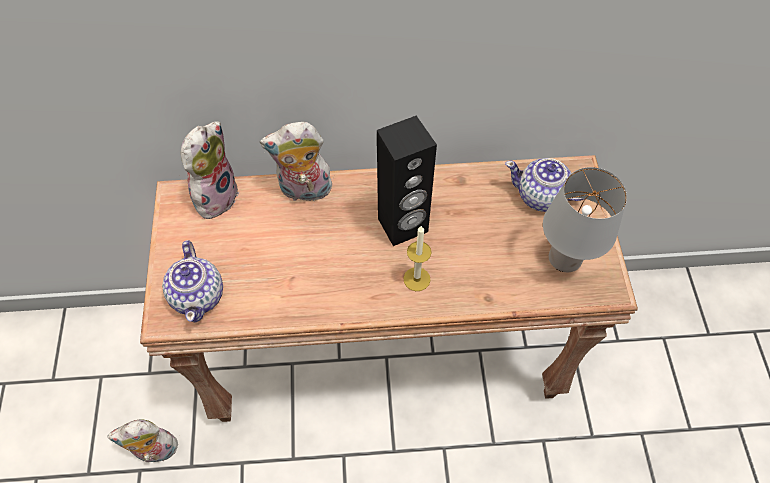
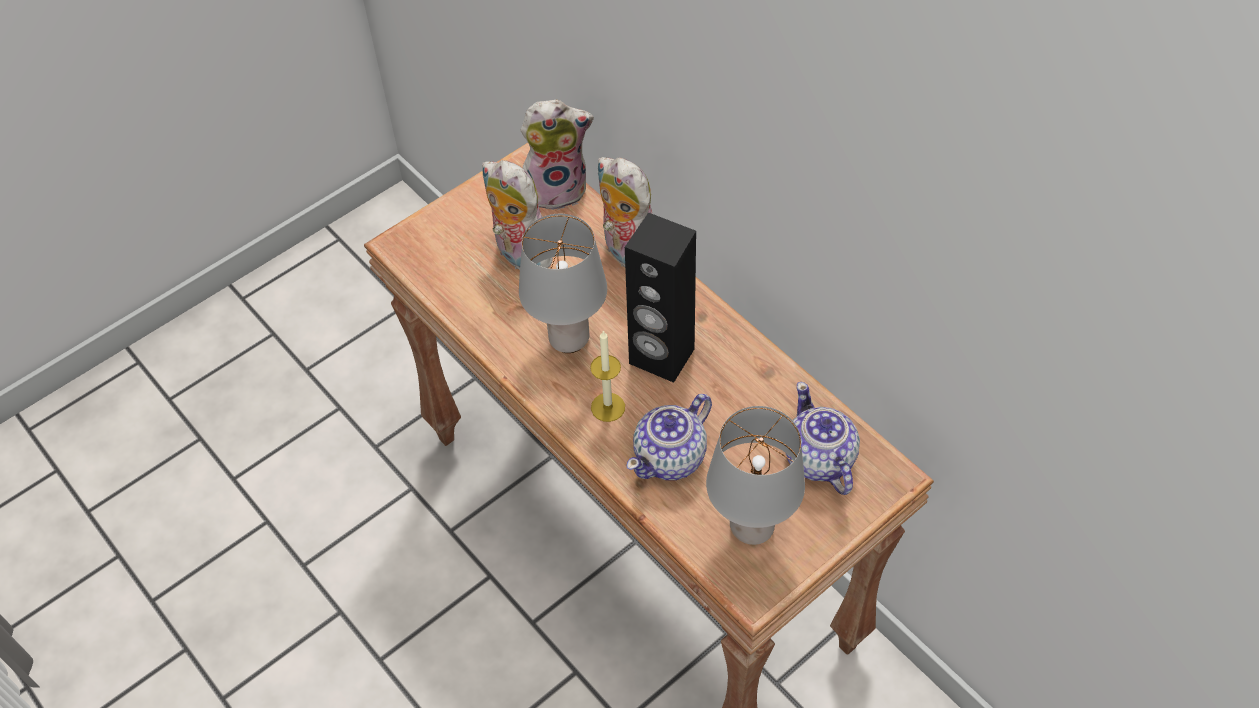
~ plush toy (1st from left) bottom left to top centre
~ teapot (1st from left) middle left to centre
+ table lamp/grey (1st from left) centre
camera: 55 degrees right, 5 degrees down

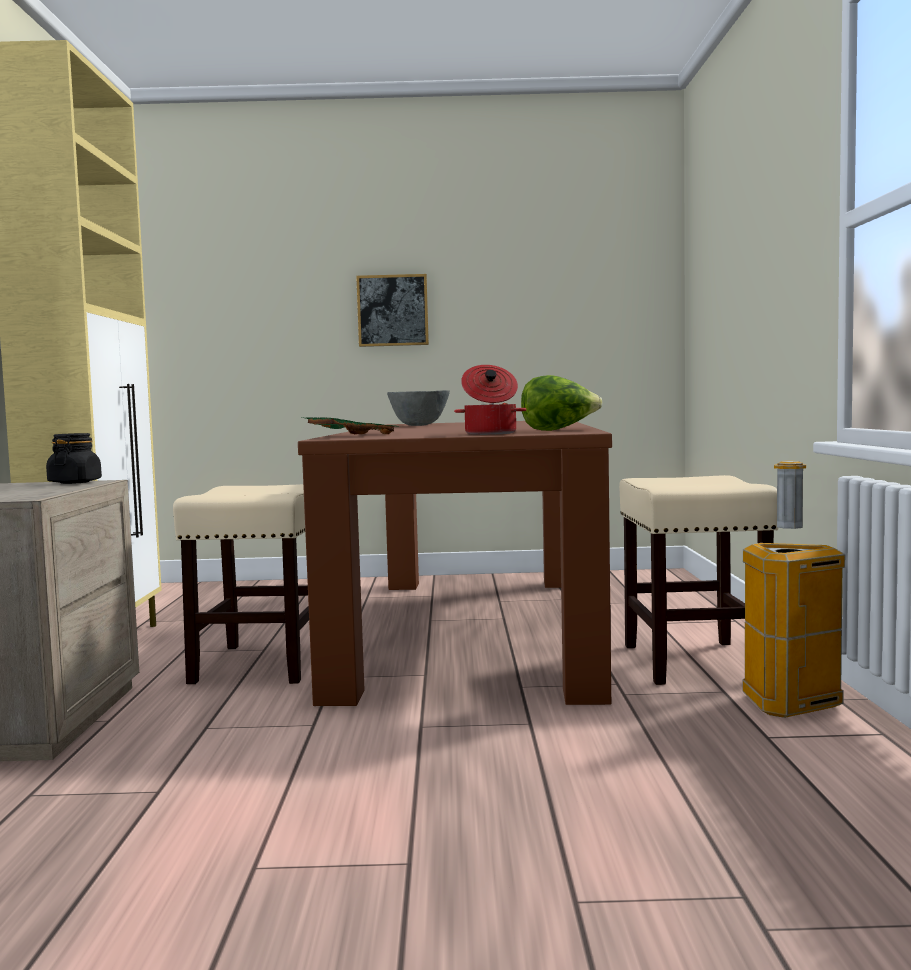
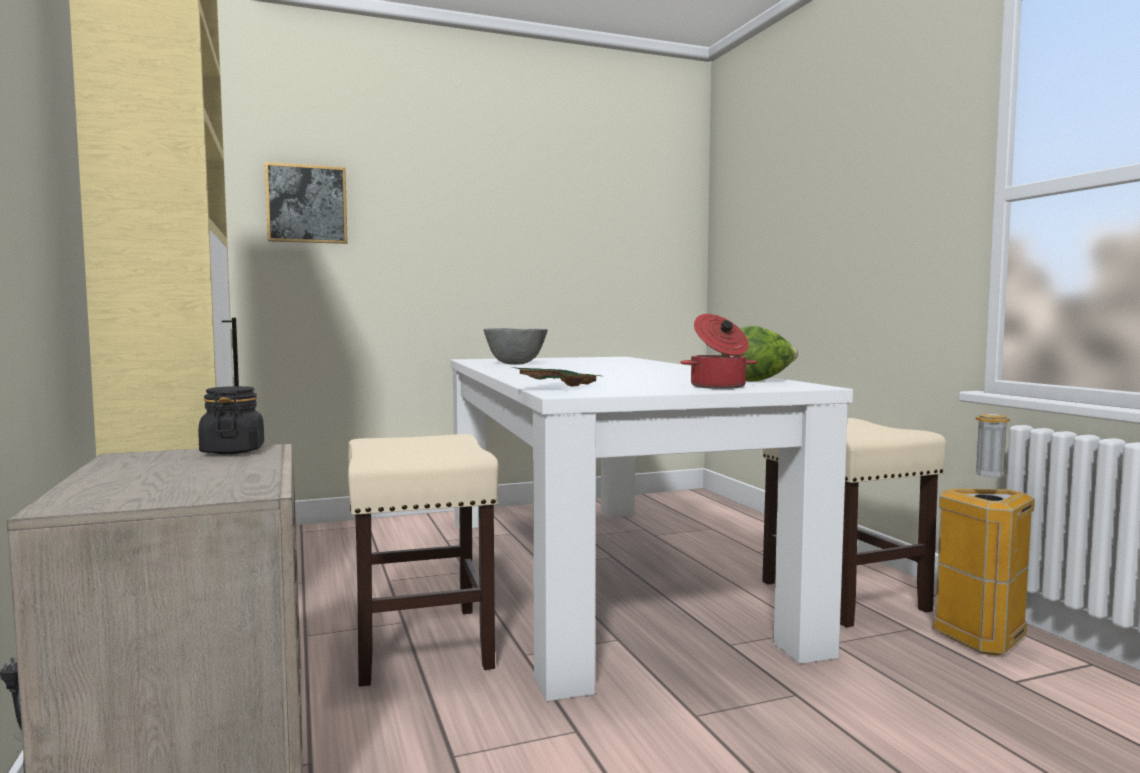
~ dining table/brown centre to dining table/white bottom centre
~ picture top centre to top left
camera: 20 degrees left, 0 degrees up

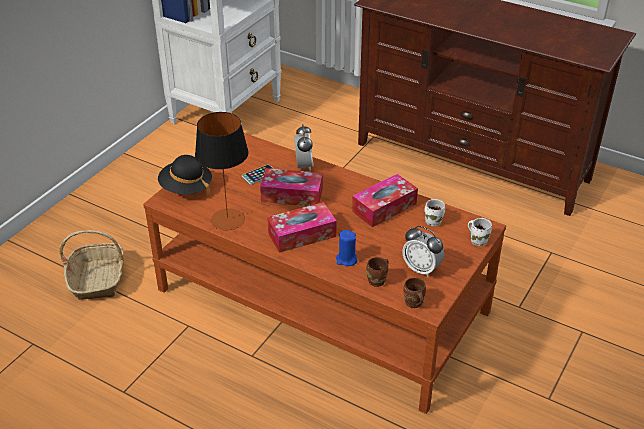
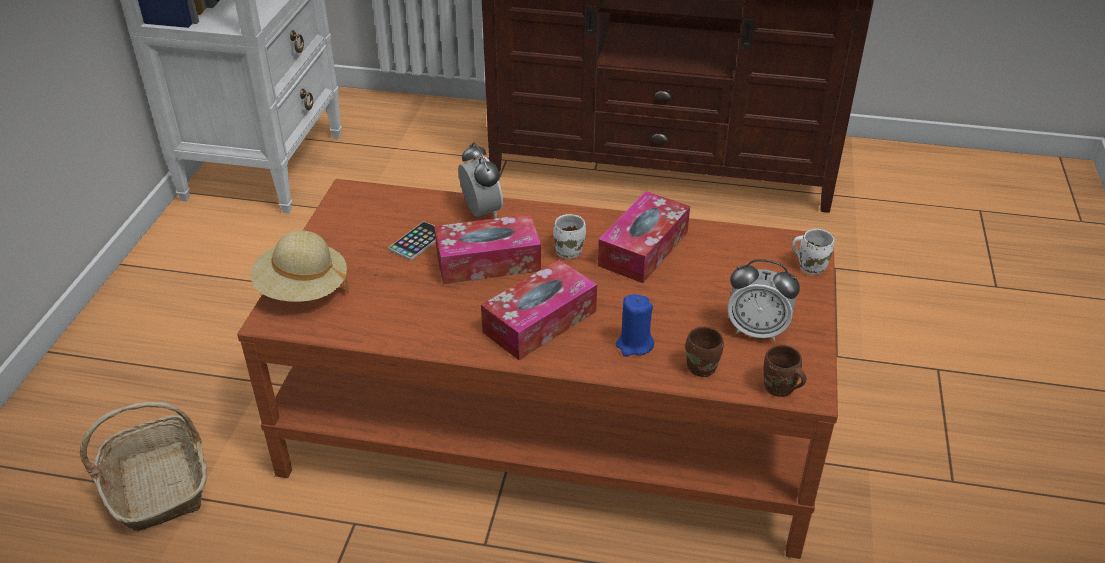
~ hat/black middle left to hat/beige middle left
- table lamp centre
~ mug/white (1st from left) middle right to centre
camera: 20 degrees left, 0 degrees up

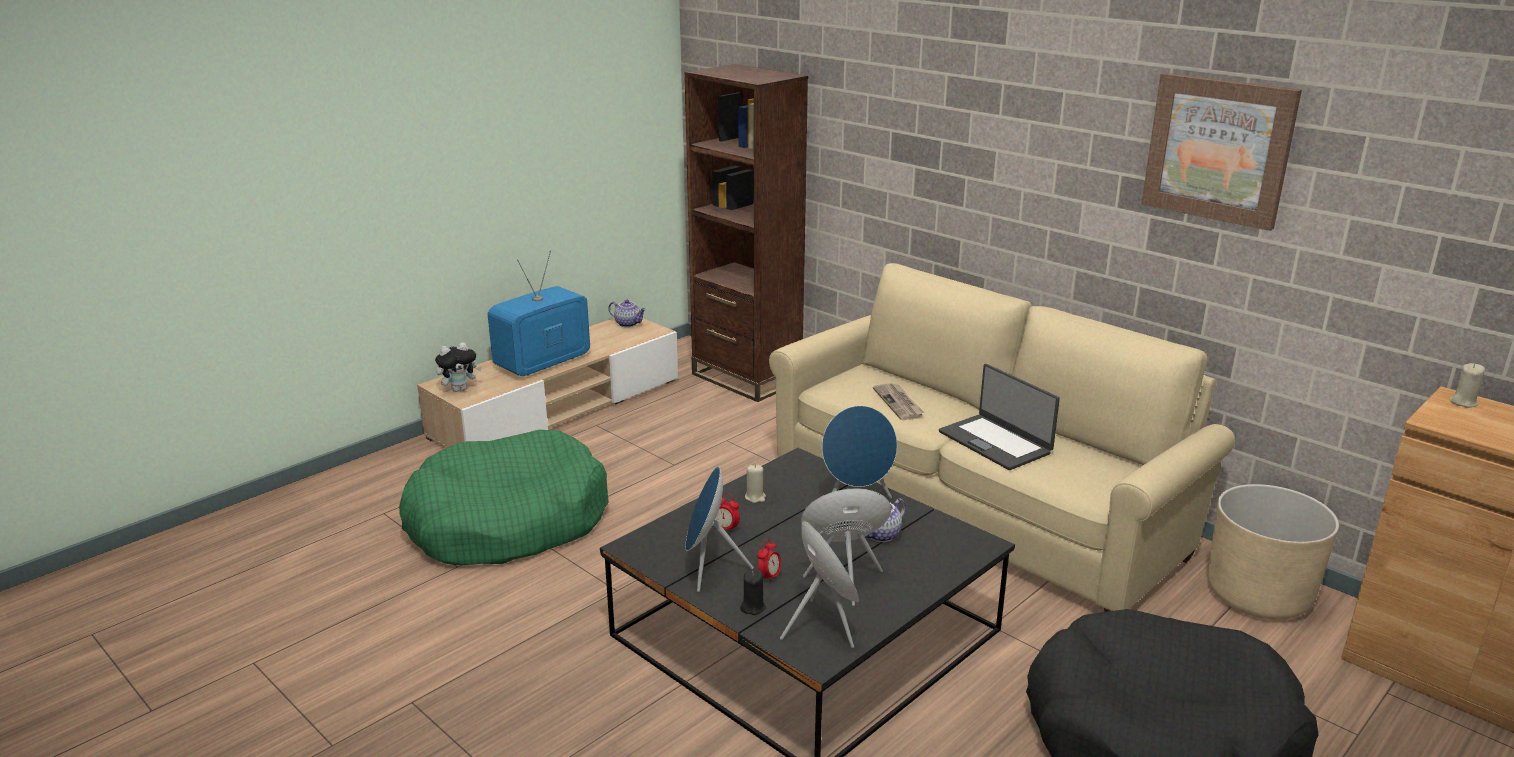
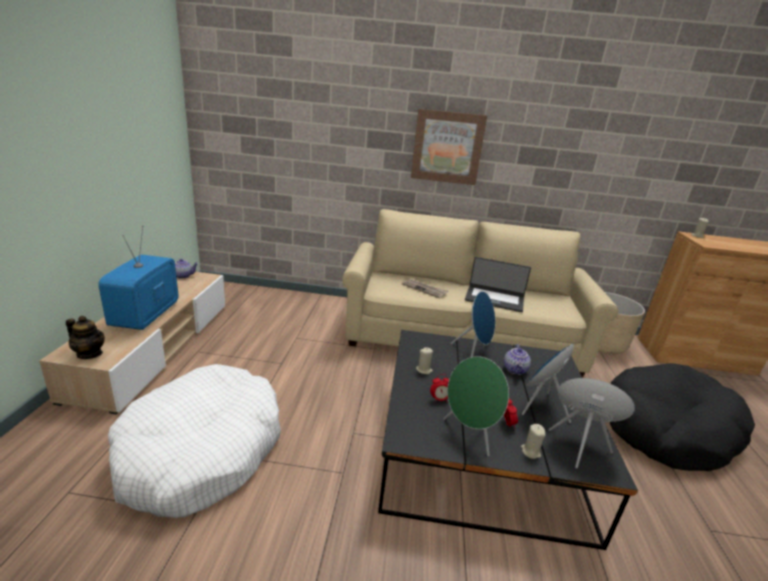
~ dog bed/green middle left to dog bed/white bottom left
~ plush toy middle left to teapot (1st from left) middle left
- bookcase/brown top centre
~ speaker/blue (1st from left) bottom centre to speaker/green bottom centre
~ candle/black bottom centre to candle/beige (2nd from left) bottom right
~ picture top right to top centre
camera: 40 degrees left, 0 degrees up

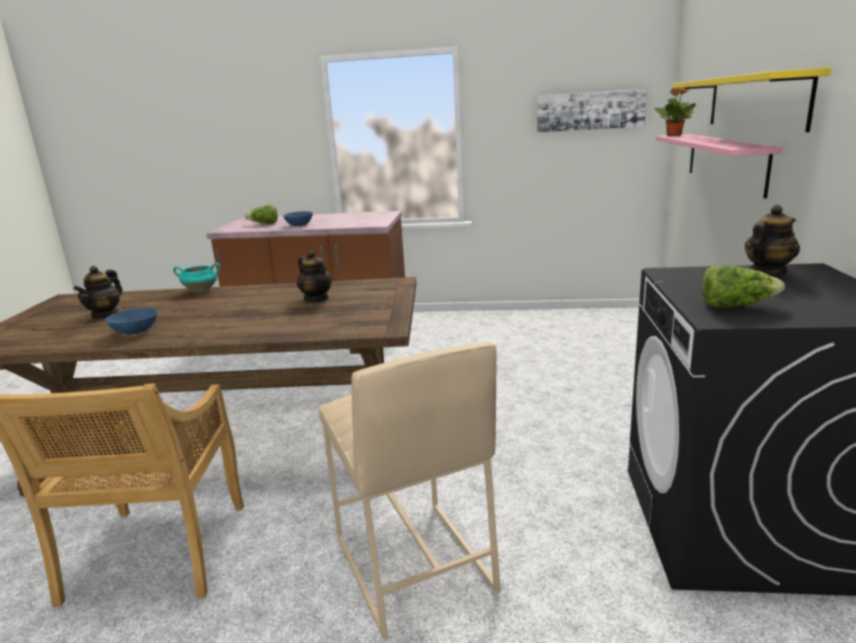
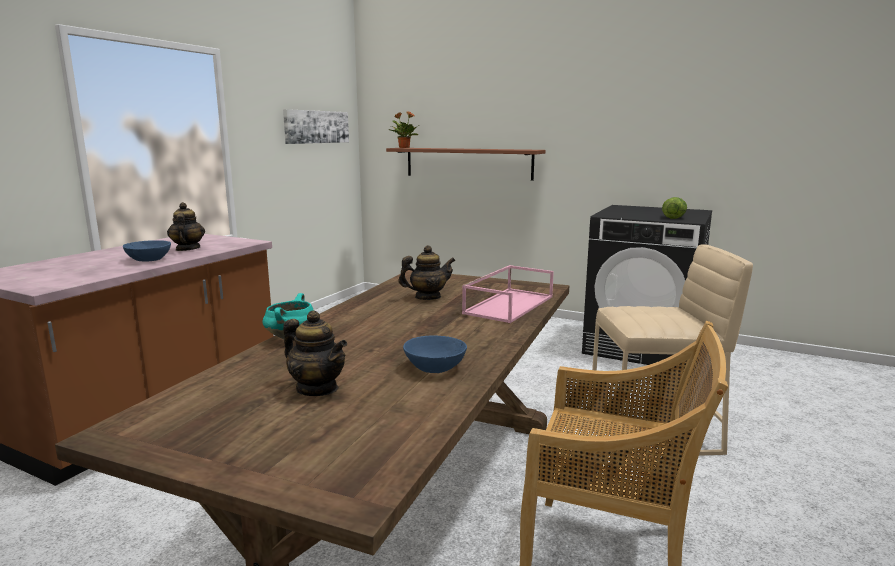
- lettuce (1st from left) top left
~ shelf/pink top right to shelf/brown top centre
- shelf/yellow top right
~ teapot (3rd from left in the first image) middle right to teapot (1st from left) middle left
+ tray/pink centre
camera: 70 degrees left, 5 degrees down

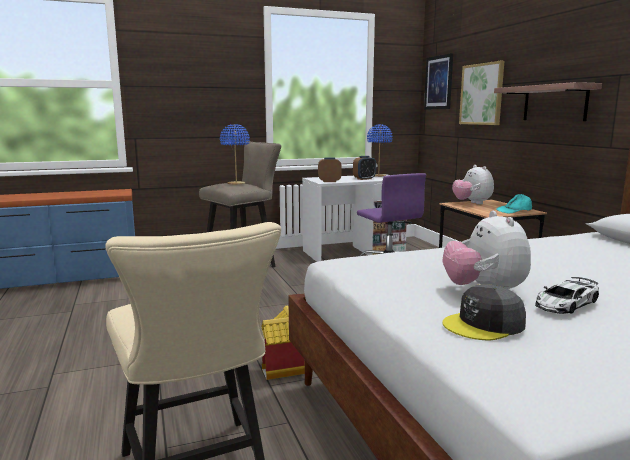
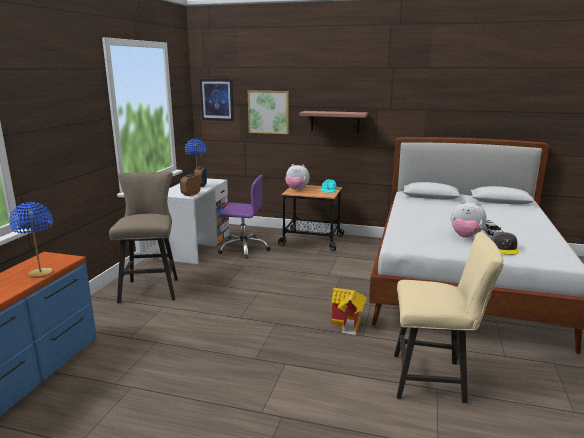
~ table lamp/blue (1st from left) centre to middle left
camera: 55 degrees left, 5 degrees up

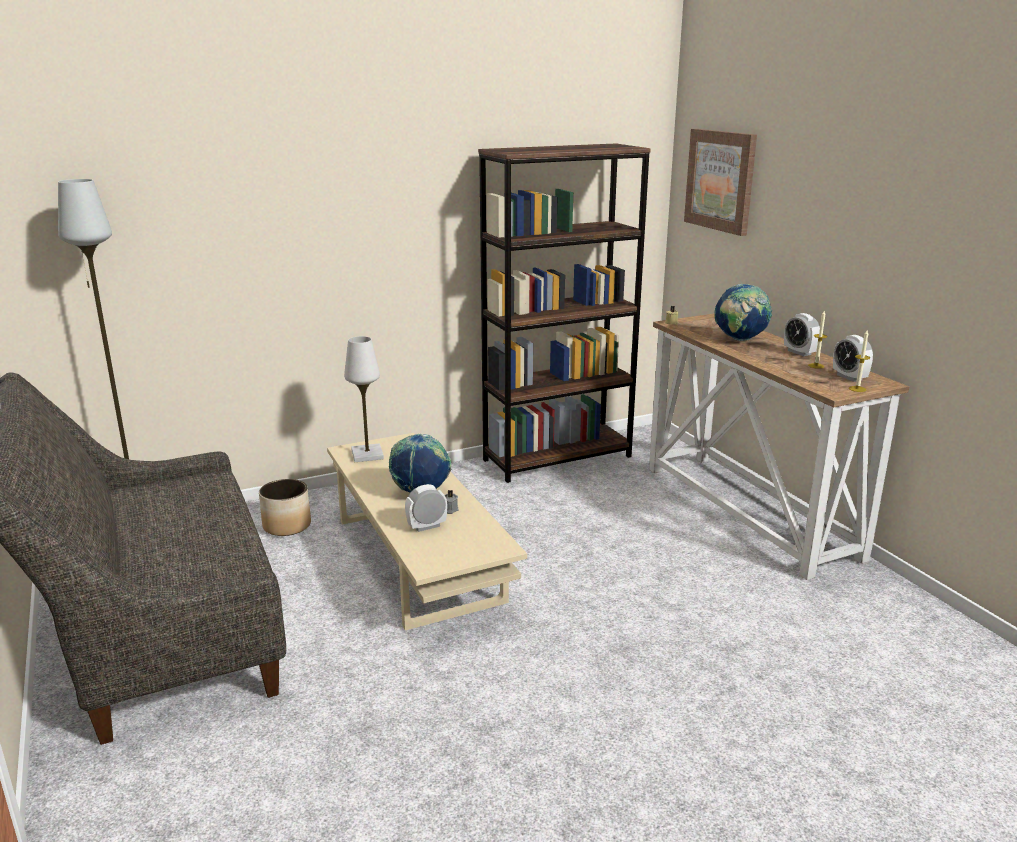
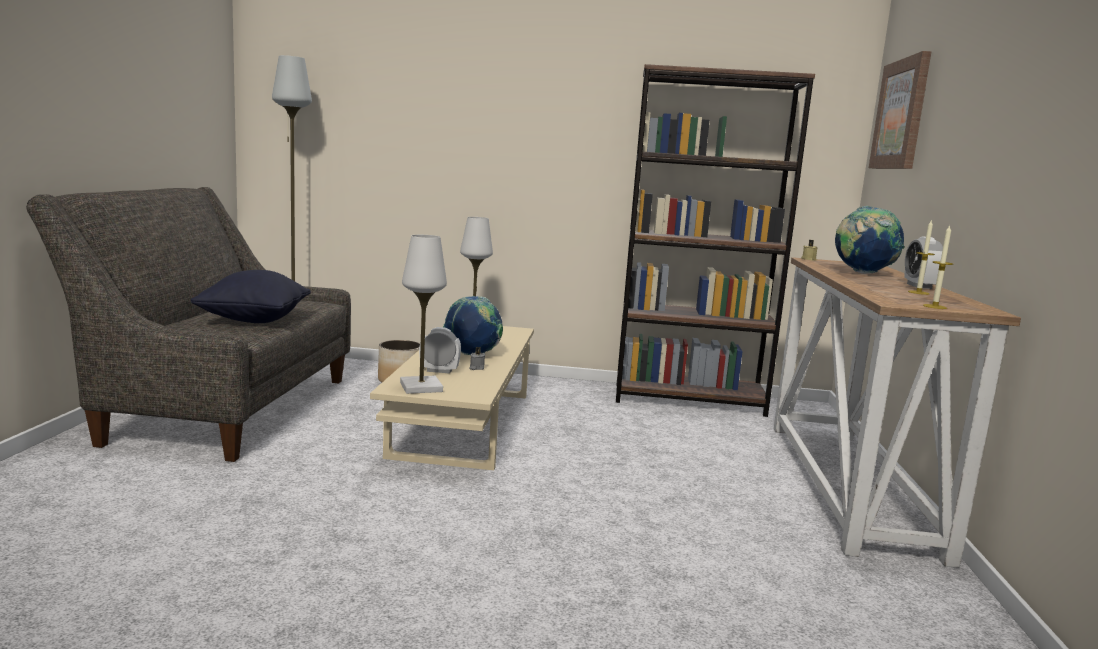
- alarm clock (3rd from left) middle right
+ pillow/black middle left
+ table lamp/white (1st from left) centre
camera: 30 degrees right, 10 degrees down

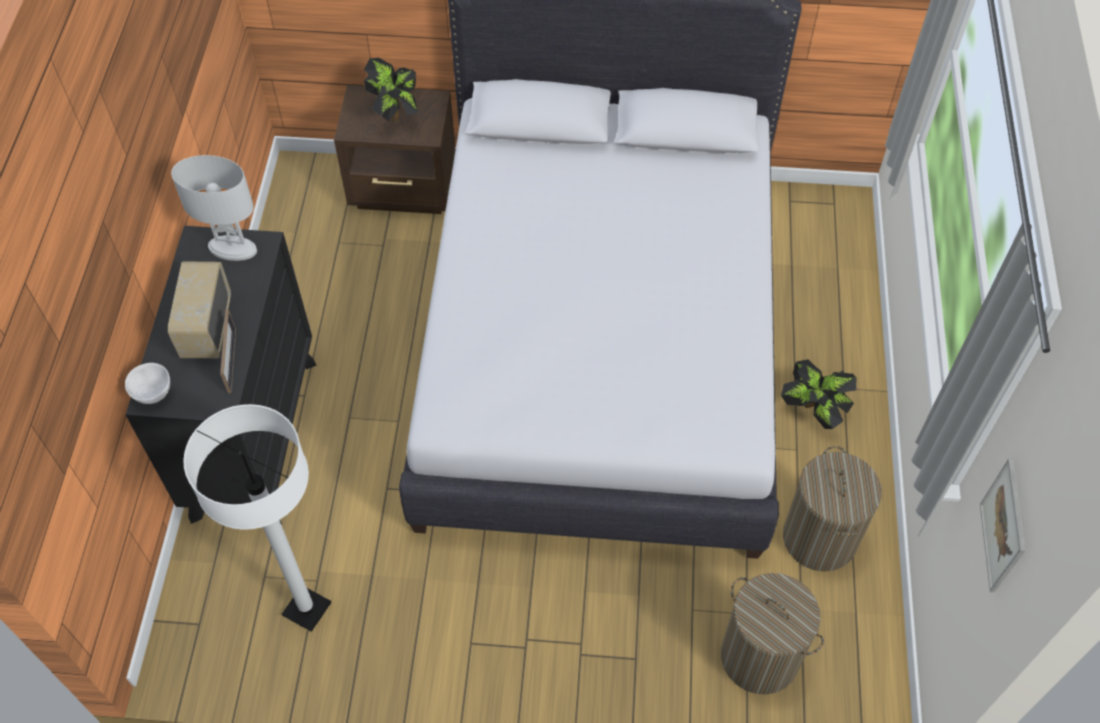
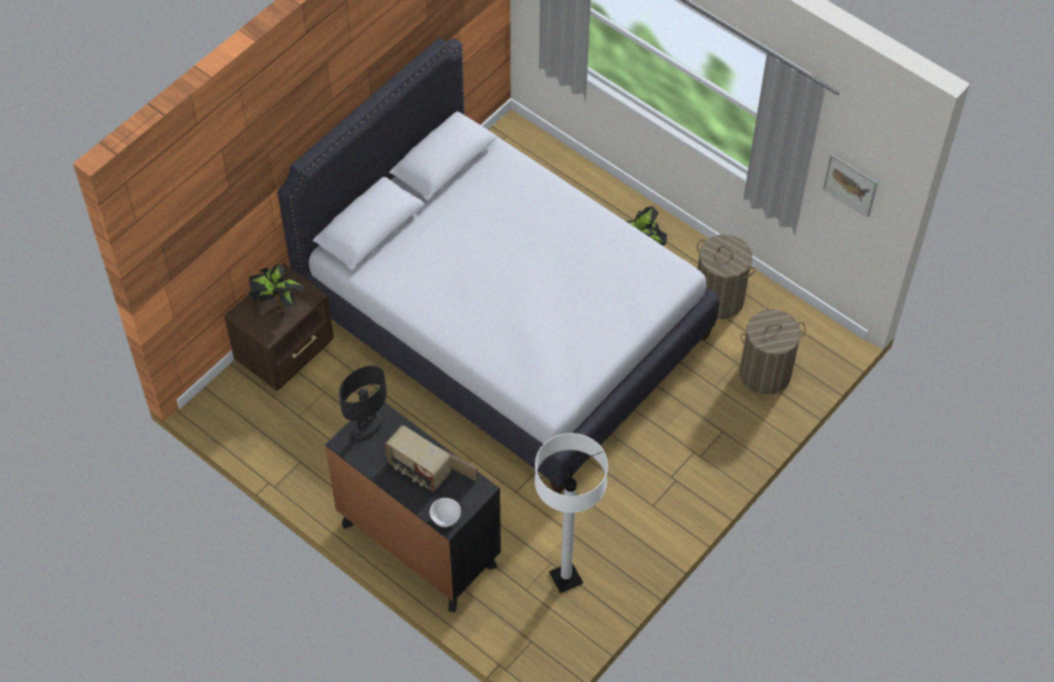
~ table lamp/white top left to table lamp/black centre
camera: 55 degrees left, 0 degrees up

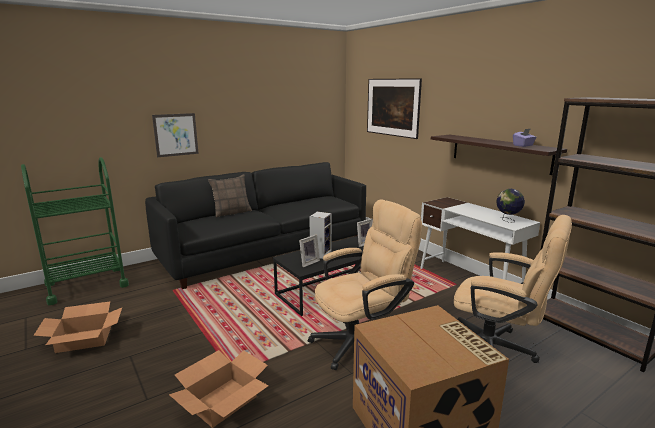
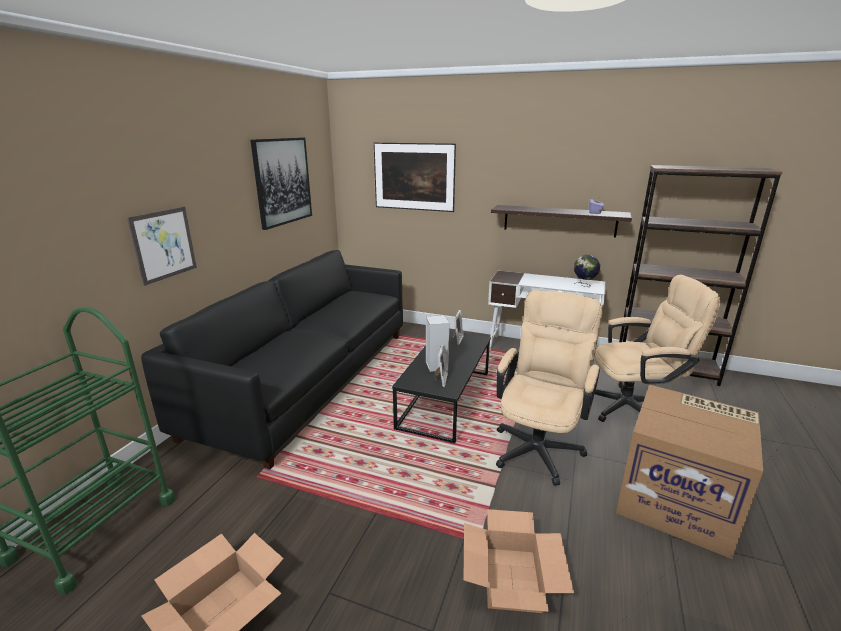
- pillow centre
+ picture (2nd from left) top centre
camera: 35 degrees left, 5 degrees up

